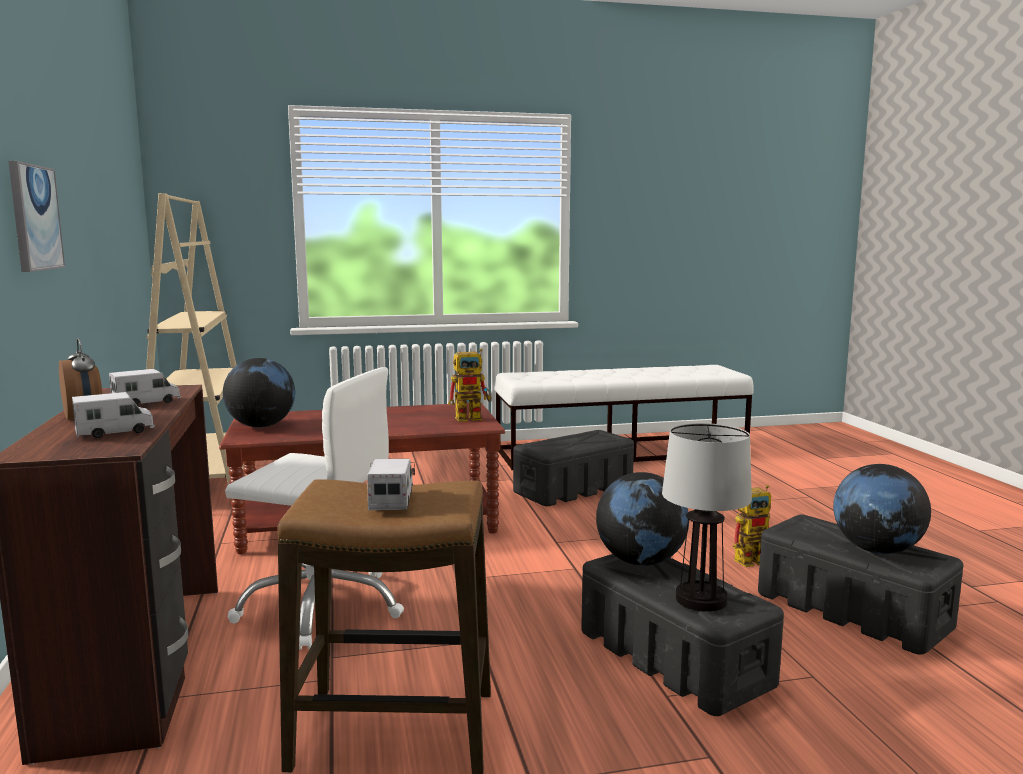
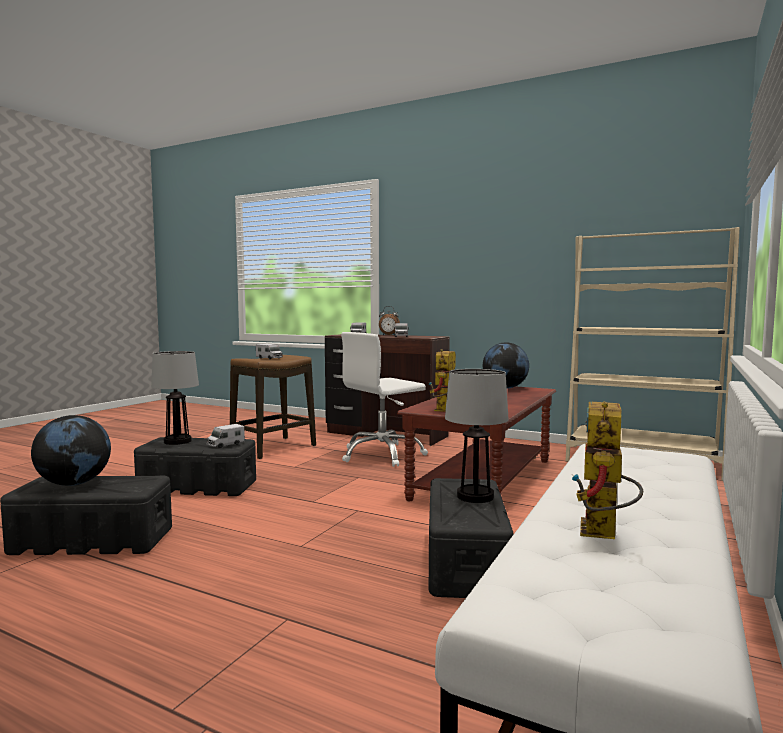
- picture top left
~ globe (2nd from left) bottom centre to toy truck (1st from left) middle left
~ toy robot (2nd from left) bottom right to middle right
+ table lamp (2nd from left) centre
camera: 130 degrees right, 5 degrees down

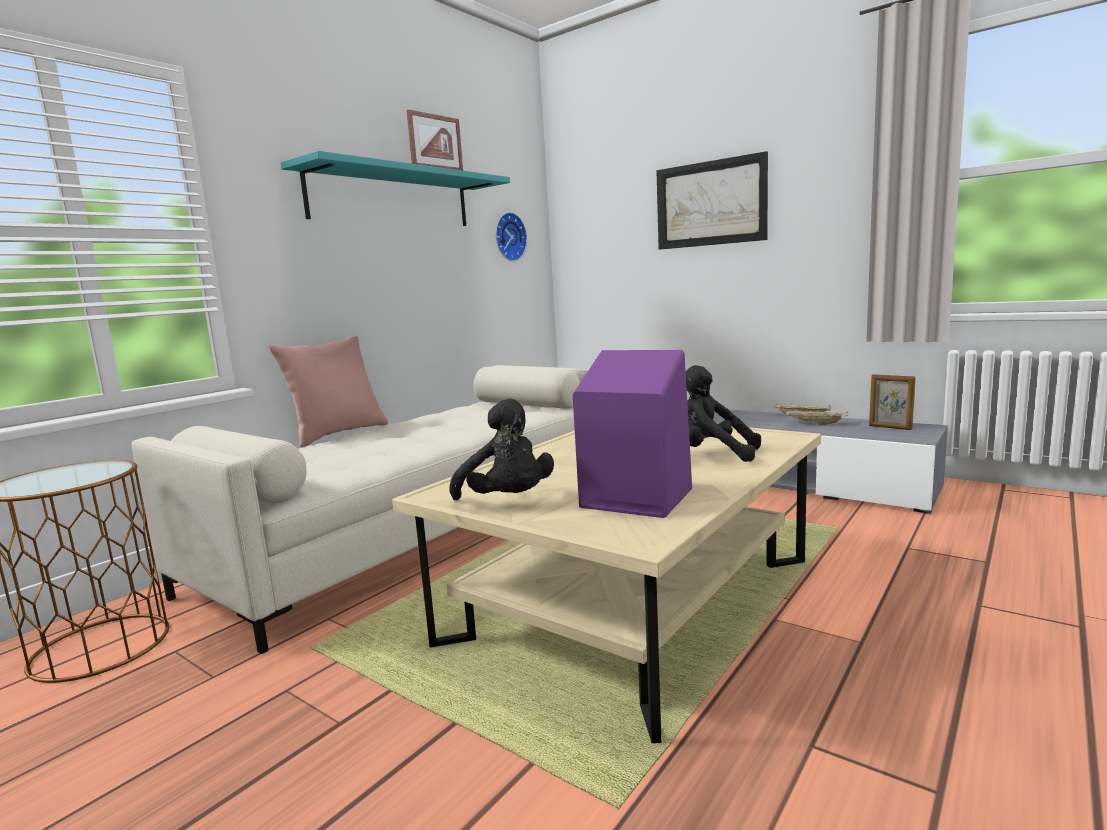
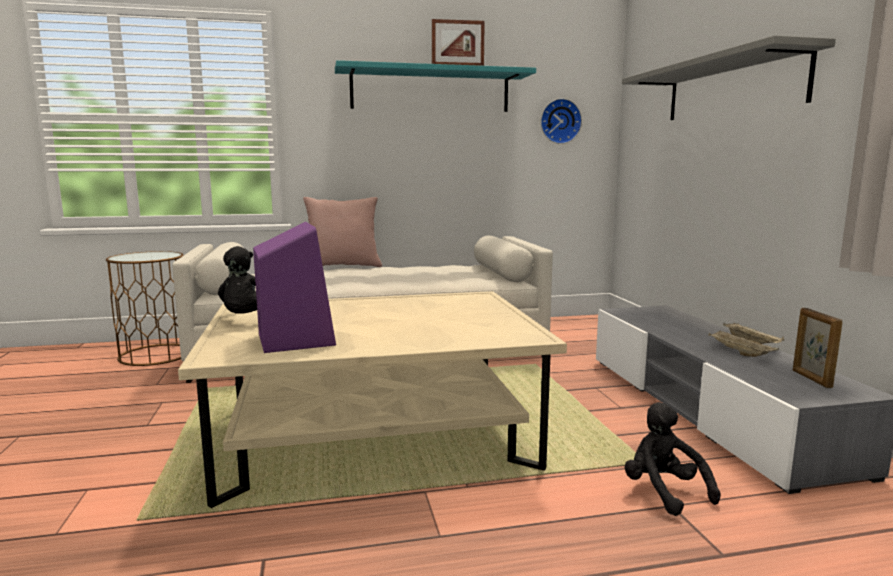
~ picture top centre to shelf/grey top right
~ plush toy/black (2nd from left) centre to bottom right
camera: 40 degrees right, 0 degrees up

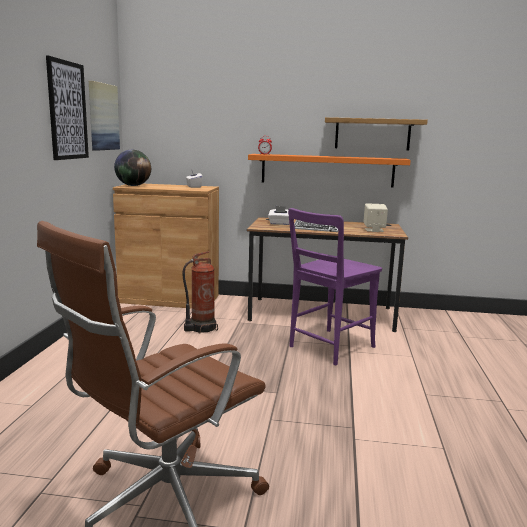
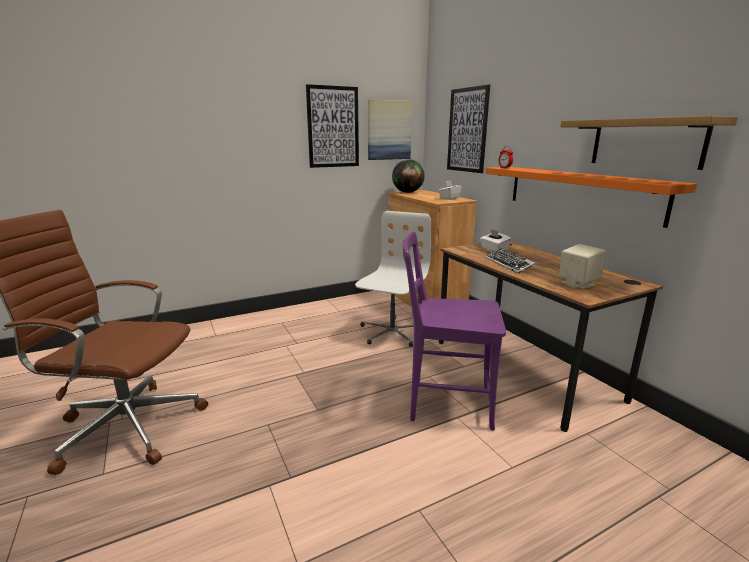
~ fire extinguisher centre to office chair/white centre
+ picture (3rd from left) top centre
camera: 55 degrees right, 5 degrees up

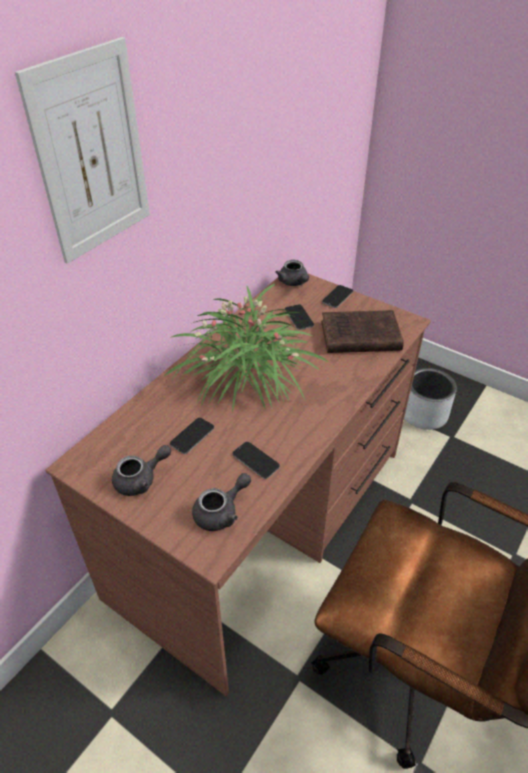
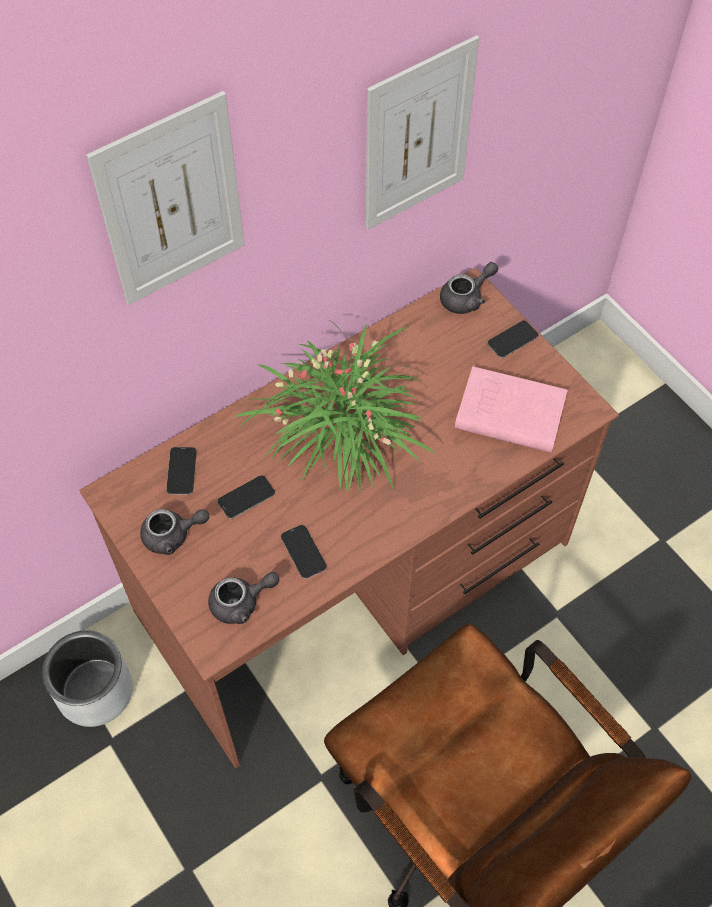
~ teapot/grey (3rd from left) centre = top centre 120 degrees counterclockwise
~ phone (3rd from left in the first image) centre to phone (1st from left) middle left
~ book/brown middle right to book/pink middle right
~ planter/grey middle right to bottom left
+ picture (2nd from left) top centre
camera: 20 degrees right, 15 degrees up

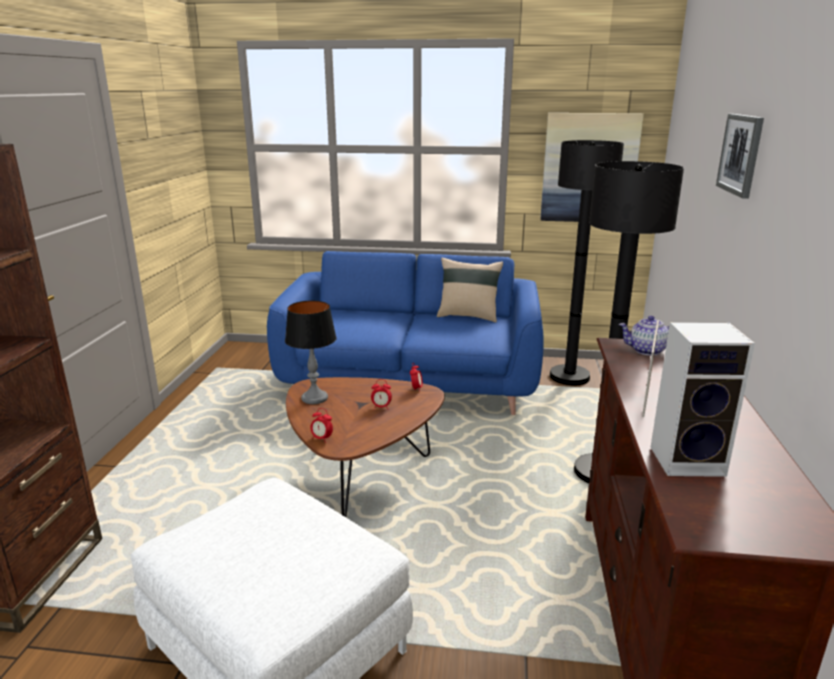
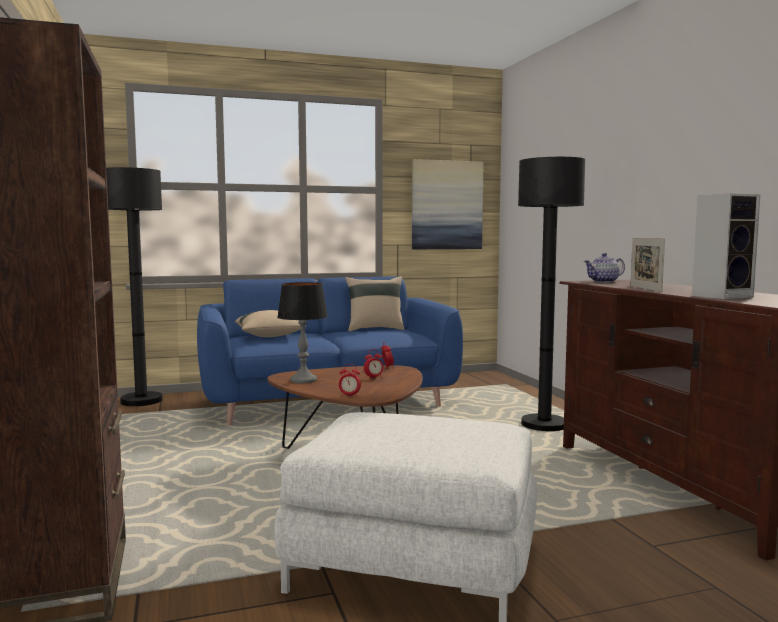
~ floor lamp/black (1st from left) middle right to middle left
- picture (2nd from left) top right
+ pillow/beige (1st from left) centre
camera: 25 degrees left, 15 degrees down

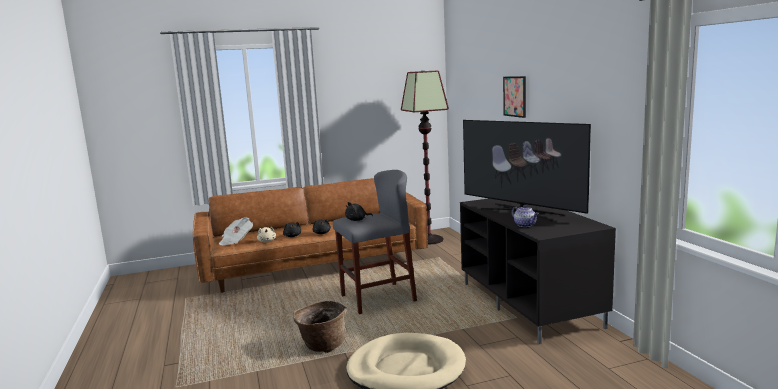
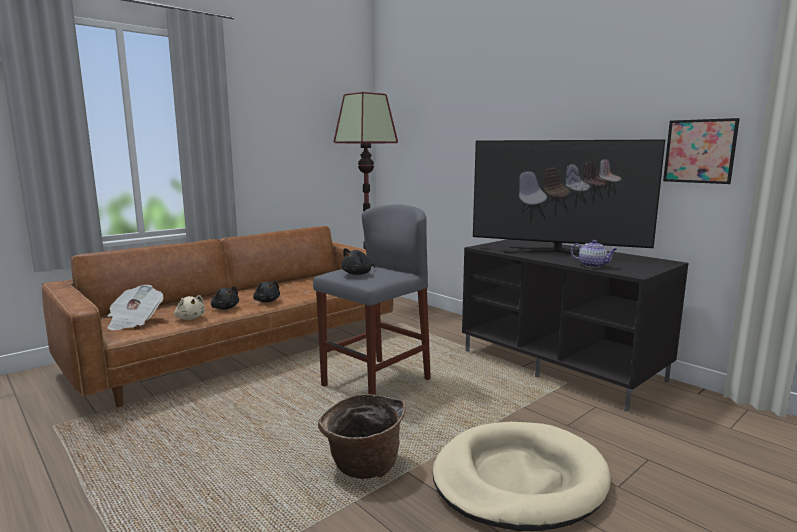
~ picture top centre to top right
camera: 25 degrees left, 0 degrees up

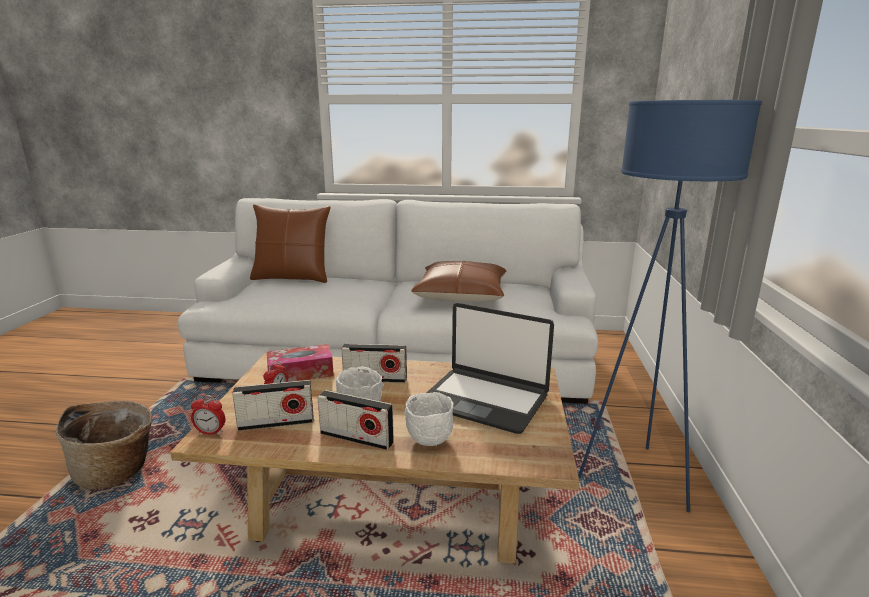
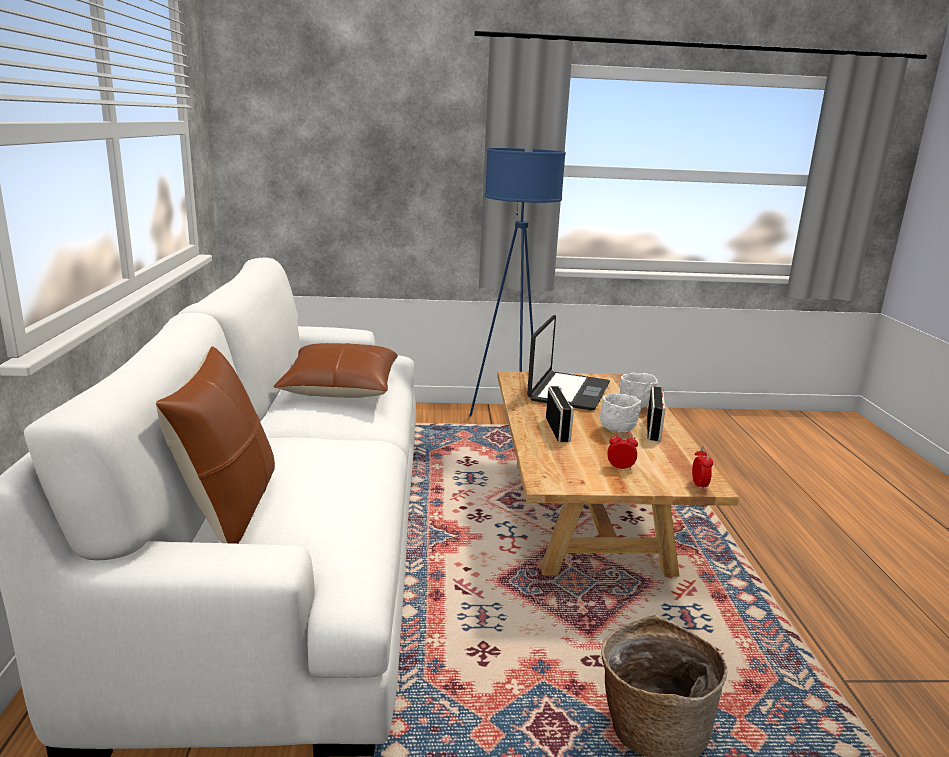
- radio (1st from left) bottom left
- tissue box centre
camera: 100 degrees left, 0 degrees up

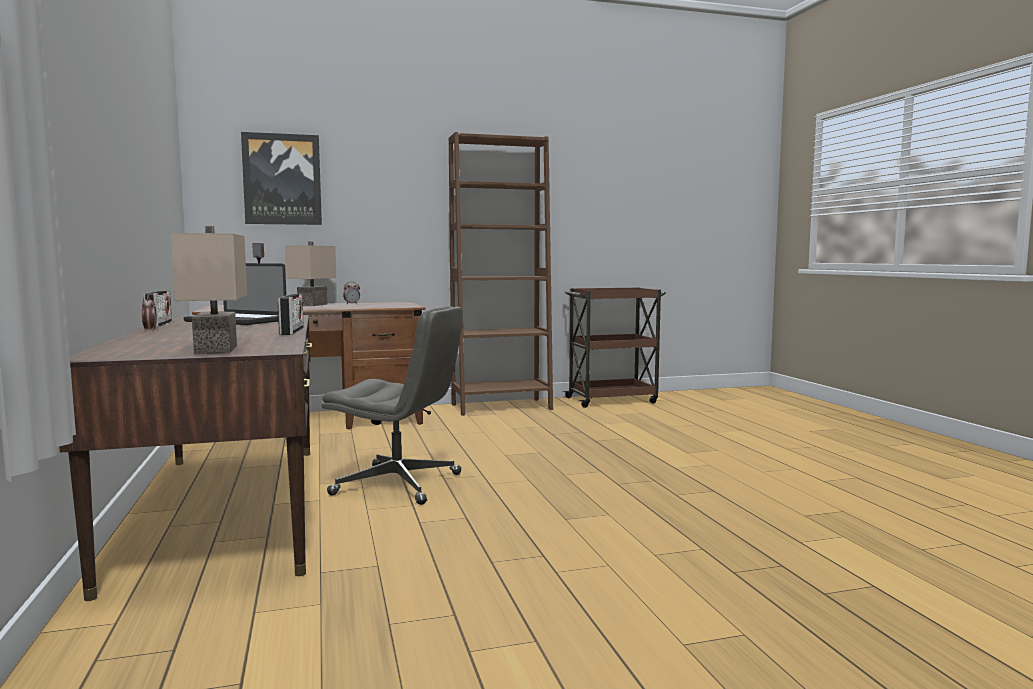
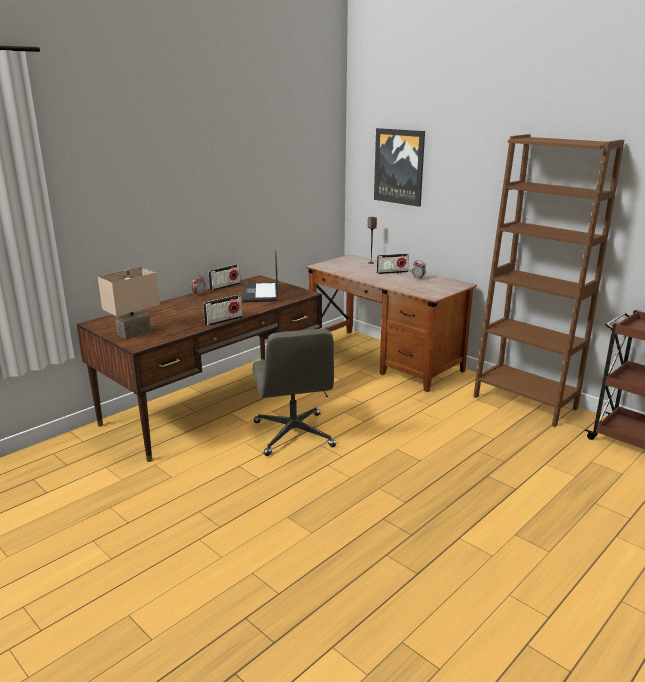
~ table lamp/beige (2nd from left) middle left to radio (3rd from left) centre
camera: 60 degrees right, 15 degrees up

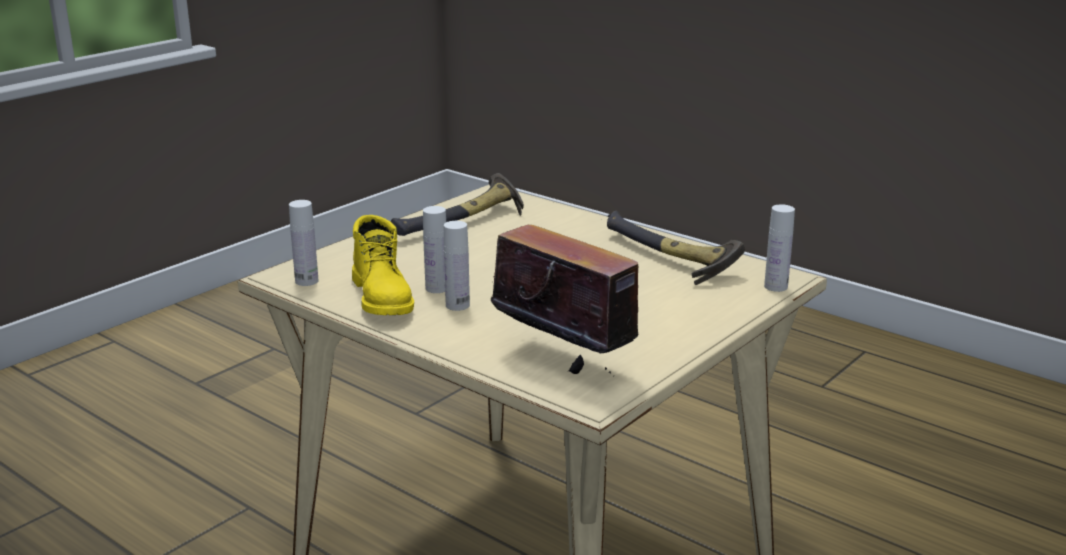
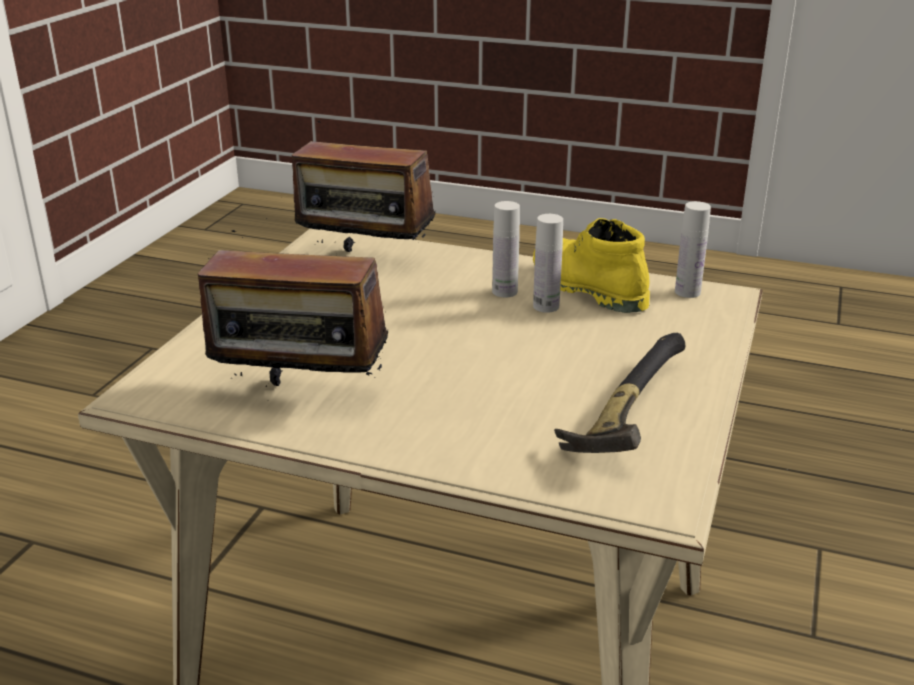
~ hammer (2nd from left) centre to radio (1st from left) middle left
- bottle/white (4th from left) middle right
camera: 160 degrees right, 5 degrees up

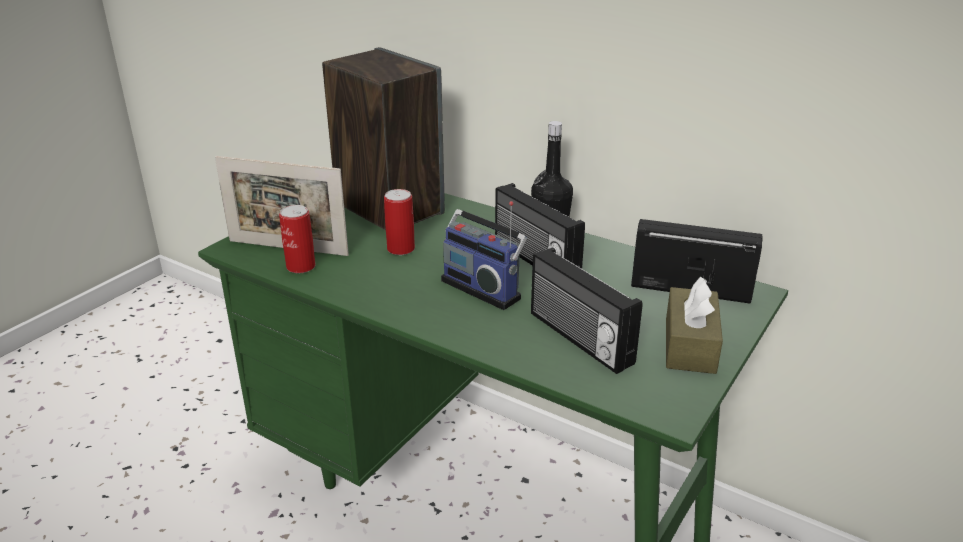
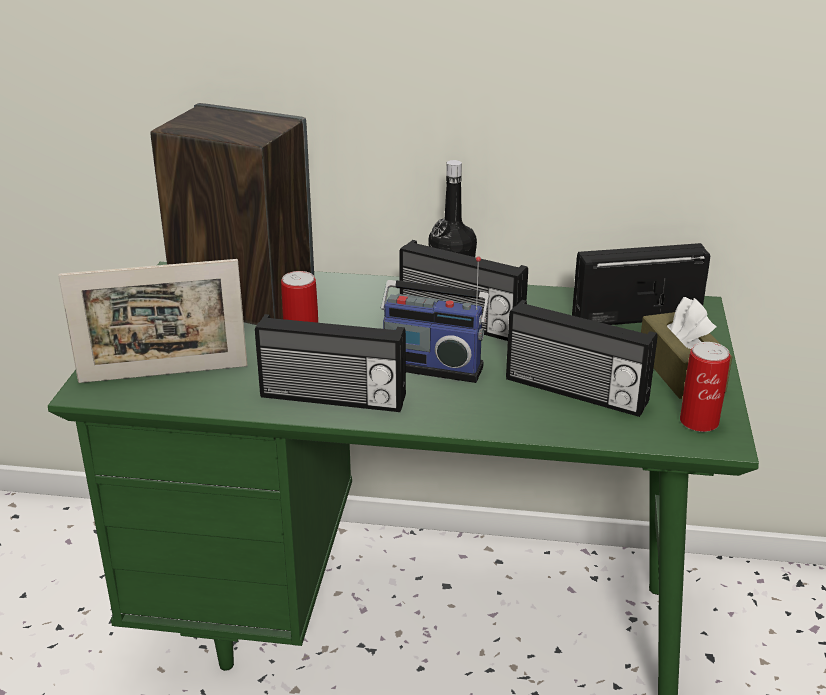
~ can (1st from left in the first image) middle left to can (2nd from left) middle right
+ radio (1st from left) centre
camera: 25 degrees left, 0 degrees up

